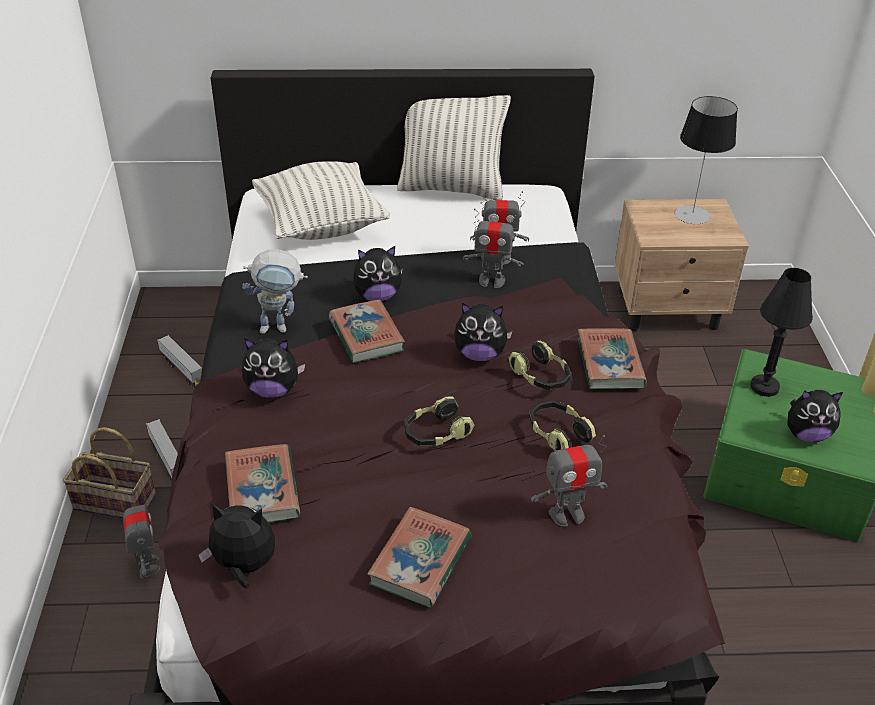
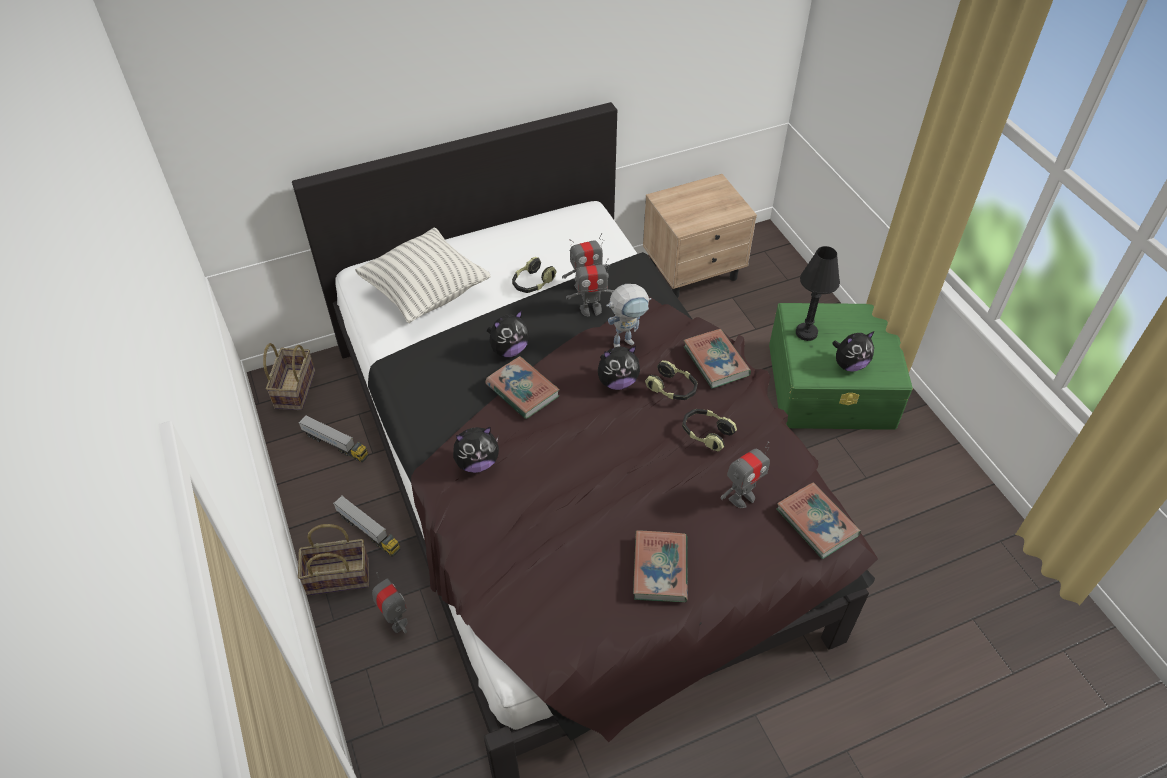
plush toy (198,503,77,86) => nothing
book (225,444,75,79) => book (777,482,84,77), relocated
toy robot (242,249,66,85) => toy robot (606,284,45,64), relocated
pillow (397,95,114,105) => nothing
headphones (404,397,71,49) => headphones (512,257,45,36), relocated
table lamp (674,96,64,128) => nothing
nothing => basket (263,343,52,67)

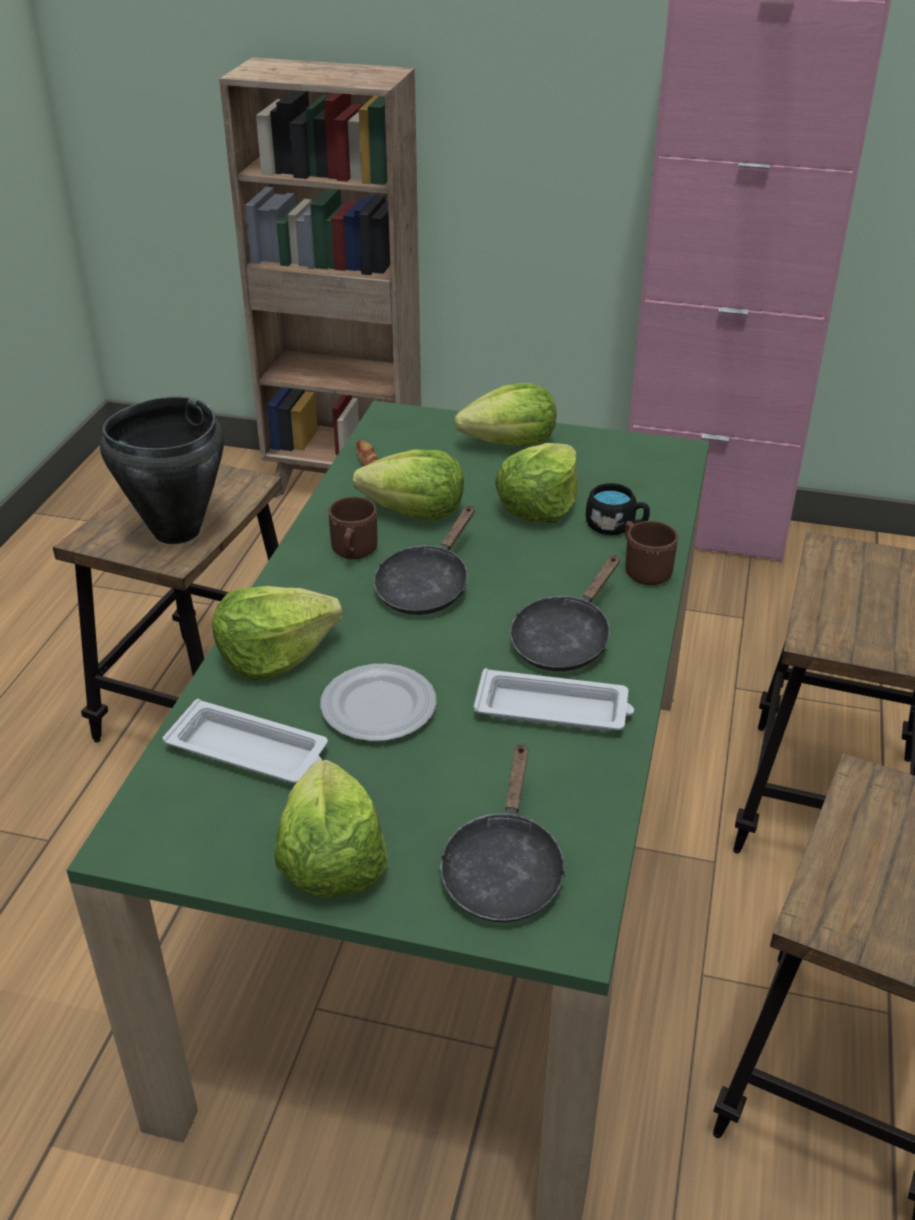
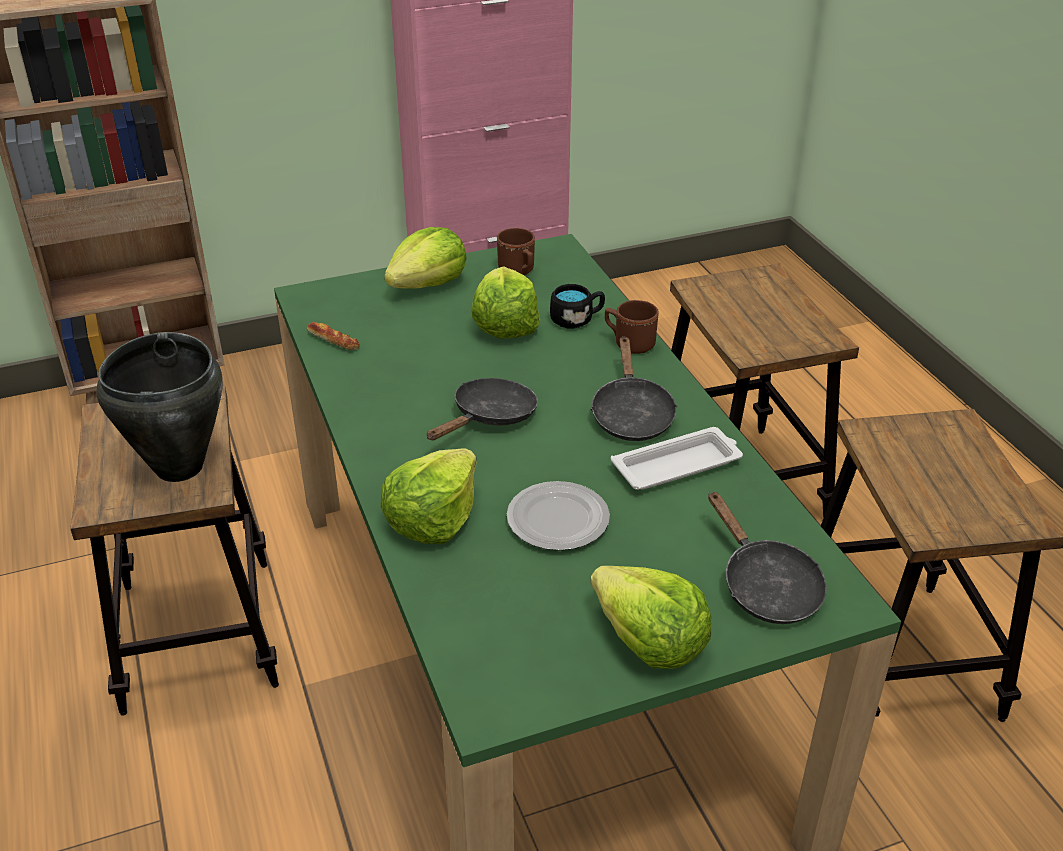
tray in white (163,699,165,84) => nothing
mug in brown (329,497,48,62) => mug in brown (497,228,38,47), relocated
lettuce (353,450,111,70) => nothing
frying pan in black (374,505,101,110) => frying pan in black (426,378,112,62), 135 degrees counterclockwise

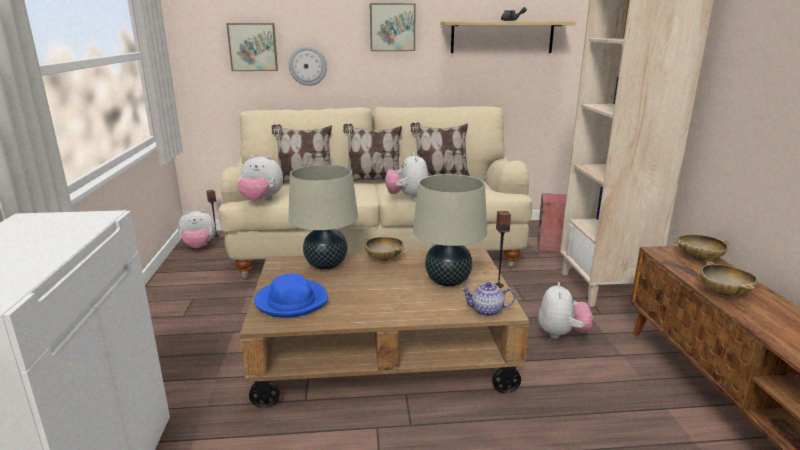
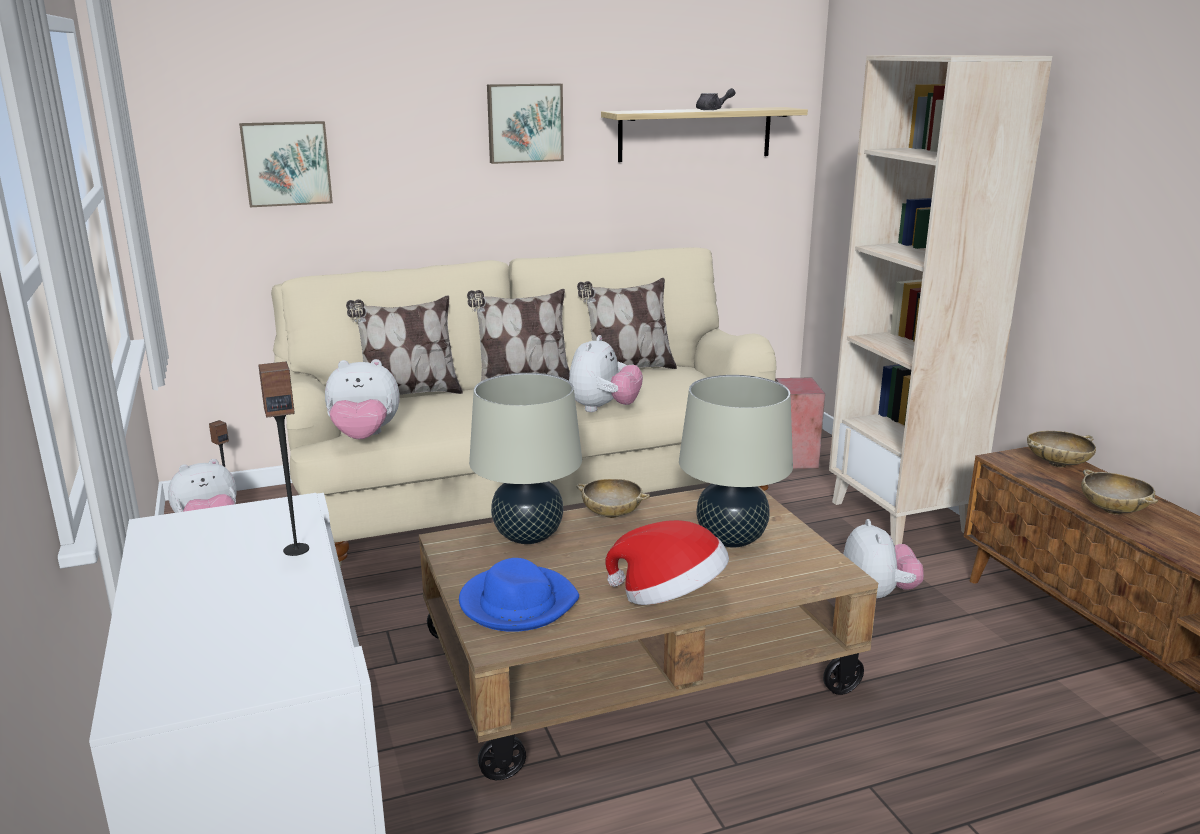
wall clock (289,46,38,40) => nothing
plush toy (385,153,43,47) => plush toy (569,335,74,77), 135 degrees counterclockwise
teapot (461,282,54,34) => nothing
speaker (495,211,16,77) => speaker (258,362,51,194), relocated
nothing => hat (605,520,124,85)

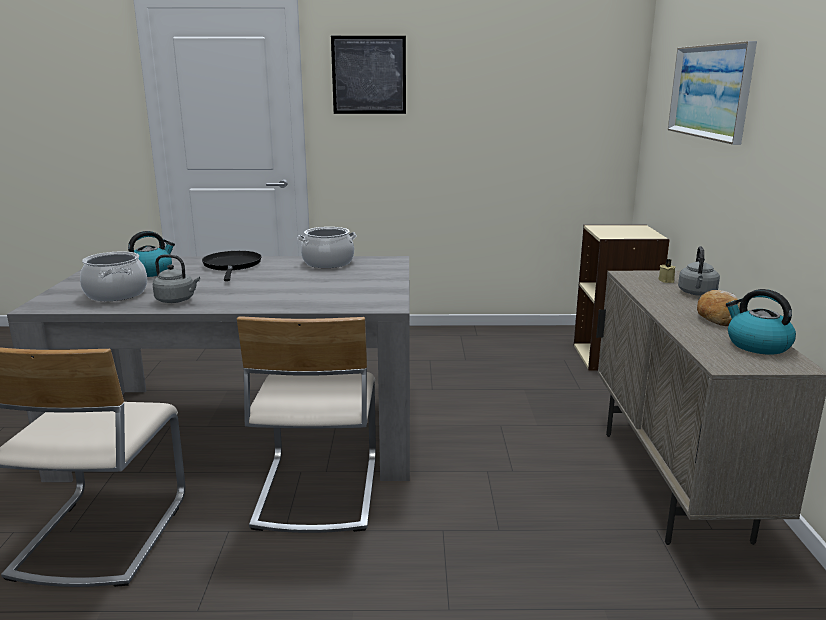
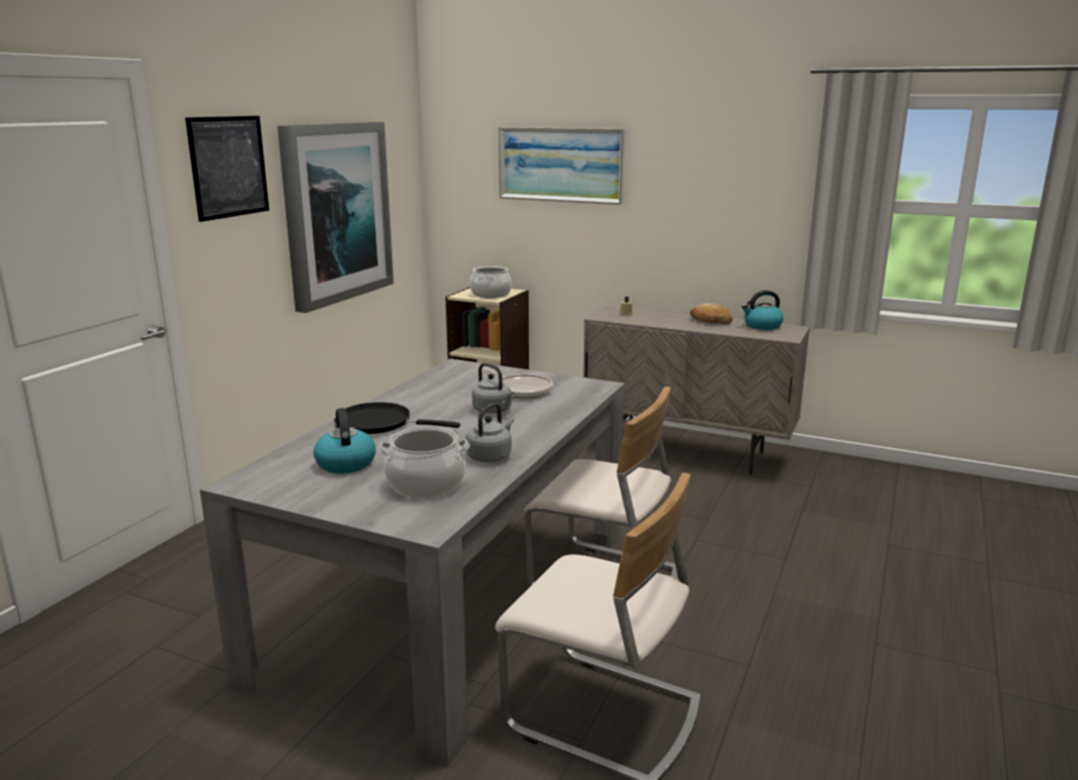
cooking pot (297,227,60,41) => cooking pot (470,266,42,32), relocated
kettle in grey (678,246,42,50) => kettle in grey (472,363,42,51), relocated
nothing => picture (277,122,117,191)
nothing => frying pan (484,368,69,31)

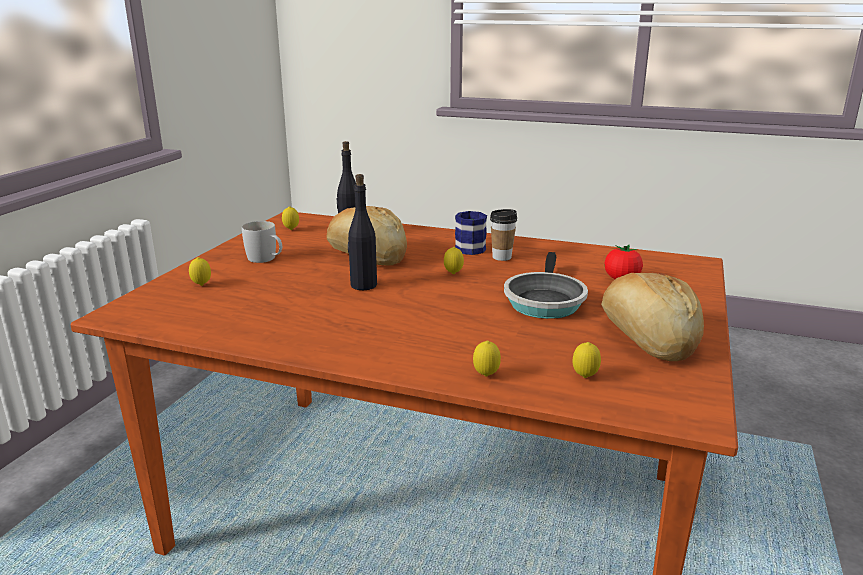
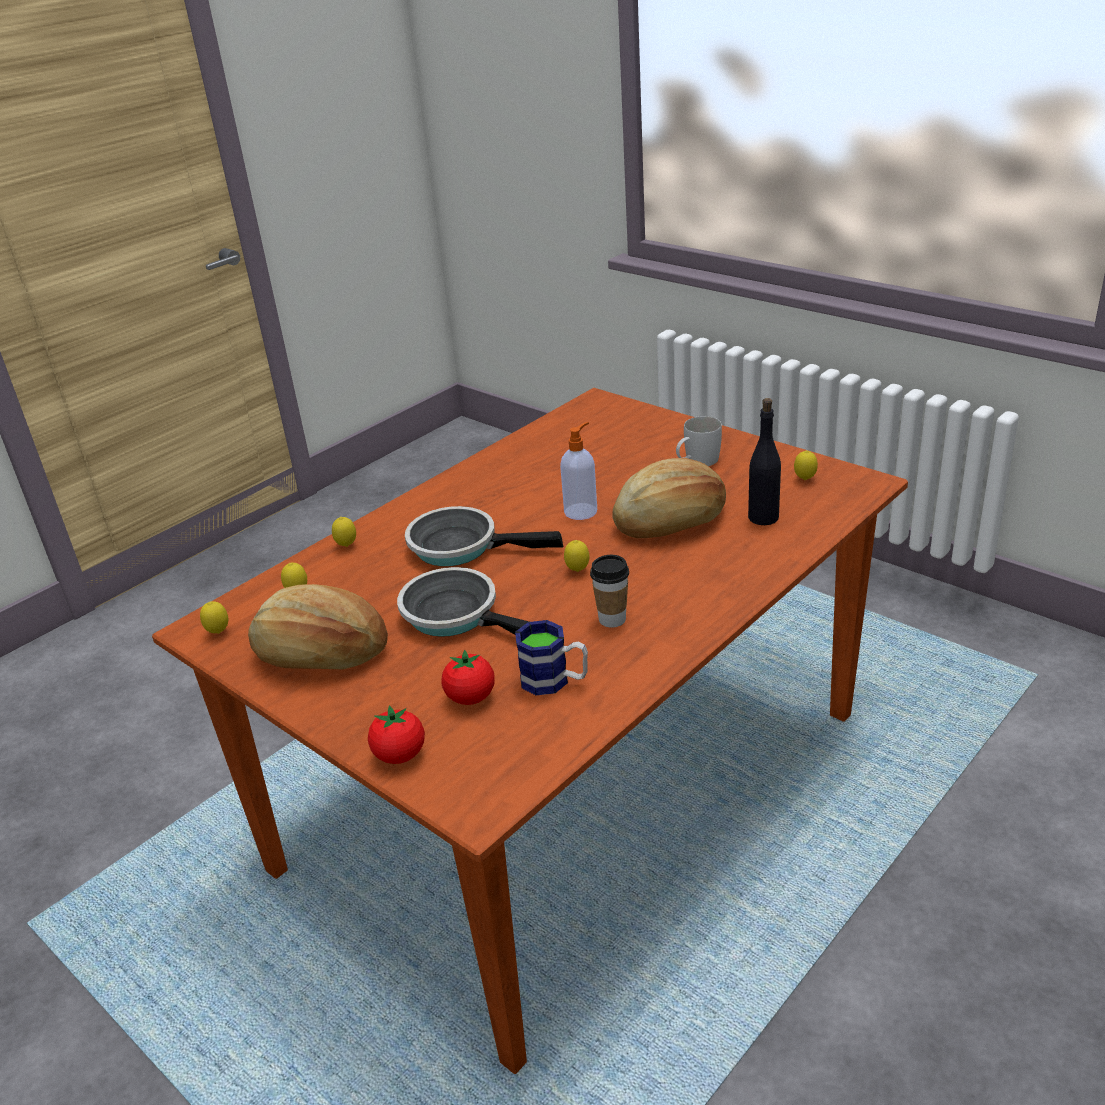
lemon (189,257,22,29) => lemon (200,601,28,33), relocated
bottle in black (348,174,29,116) => soap dispenser (560,422,37,98)
mug (455,211,32,44) => mug (515,620,73,75), relocated
nothing => tomato (368,705,57,59)
nothing => frying pan (405,506,158,60)

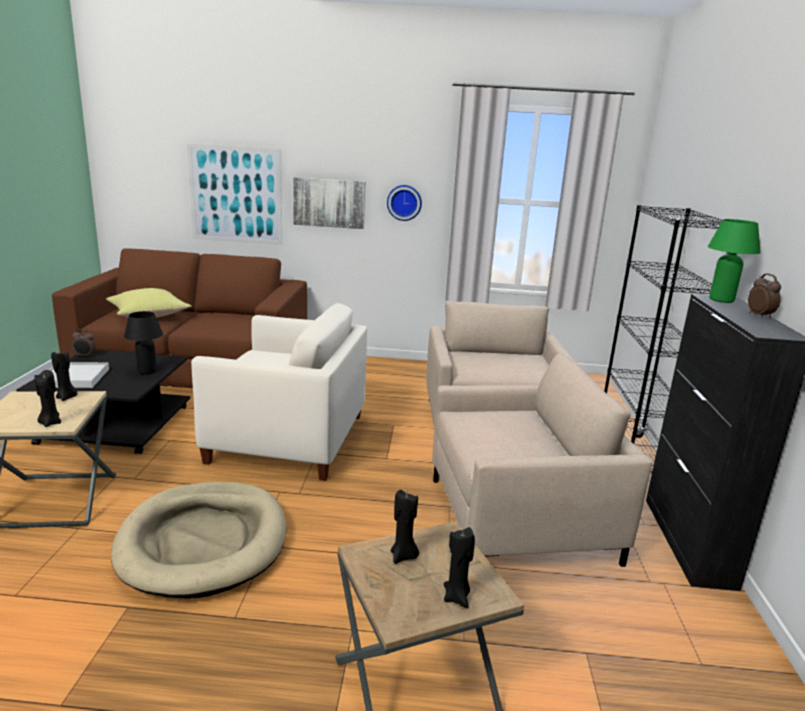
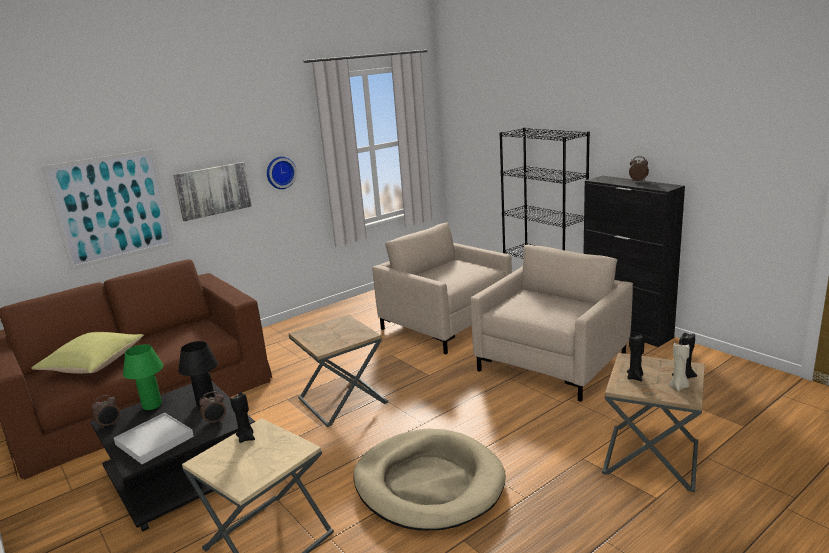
candle in black (34,370,27,57) => nothing
armchair in white (191,303,176,178) => side table in brown (289,314,99,113)
table lamp in green (708,219,53,84) => table lamp in green (123,344,40,66), relocated
nothing => alarm clock (199,391,27,34)
nothing => candle in beige (669,343,21,48)

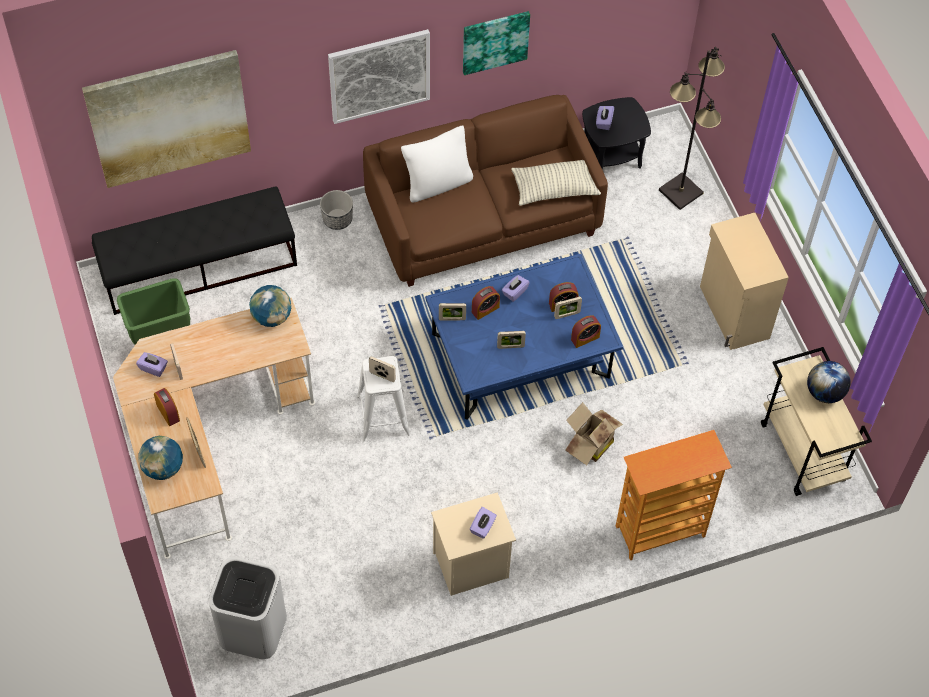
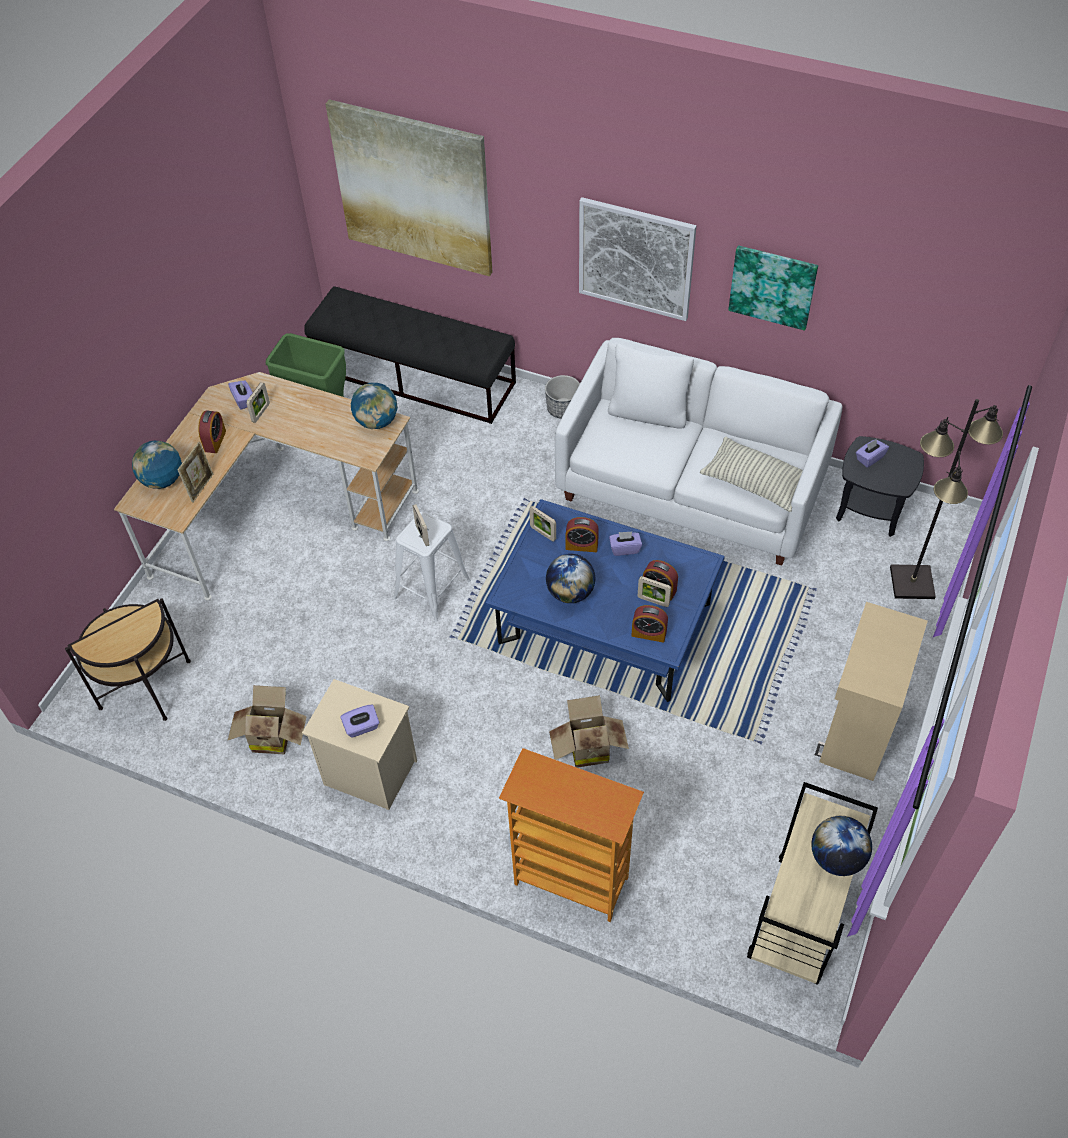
trash can in white (209,557,78,102) => side table (65,598,126,123)
sofa in brown (363,95,245,192) => sofa in white (555,338,288,227)
picture frame (497,331,29,18) => globe (546,554,49,49)
nothing => cardboard box (228,685,79,69)

